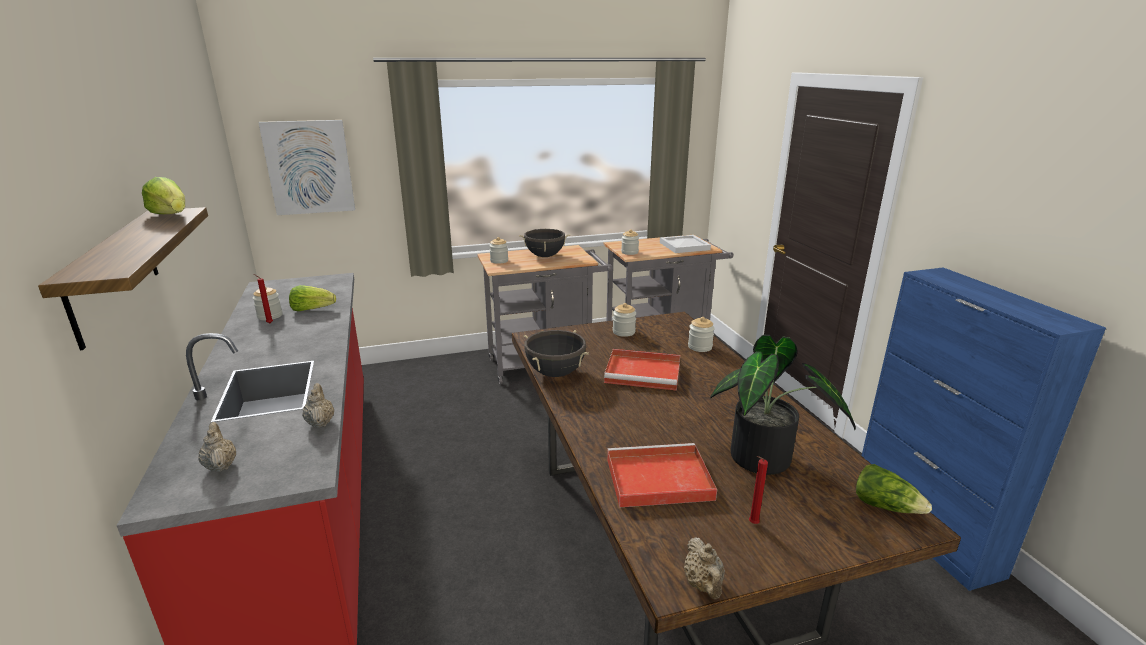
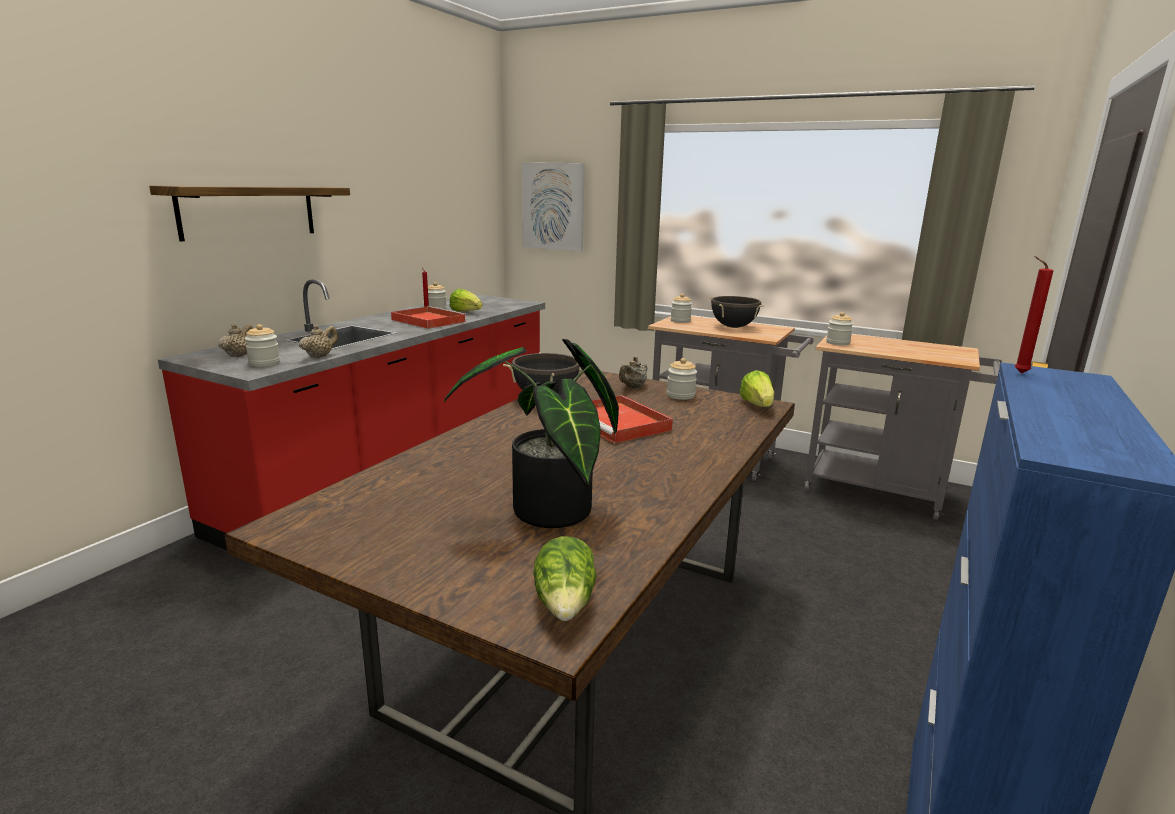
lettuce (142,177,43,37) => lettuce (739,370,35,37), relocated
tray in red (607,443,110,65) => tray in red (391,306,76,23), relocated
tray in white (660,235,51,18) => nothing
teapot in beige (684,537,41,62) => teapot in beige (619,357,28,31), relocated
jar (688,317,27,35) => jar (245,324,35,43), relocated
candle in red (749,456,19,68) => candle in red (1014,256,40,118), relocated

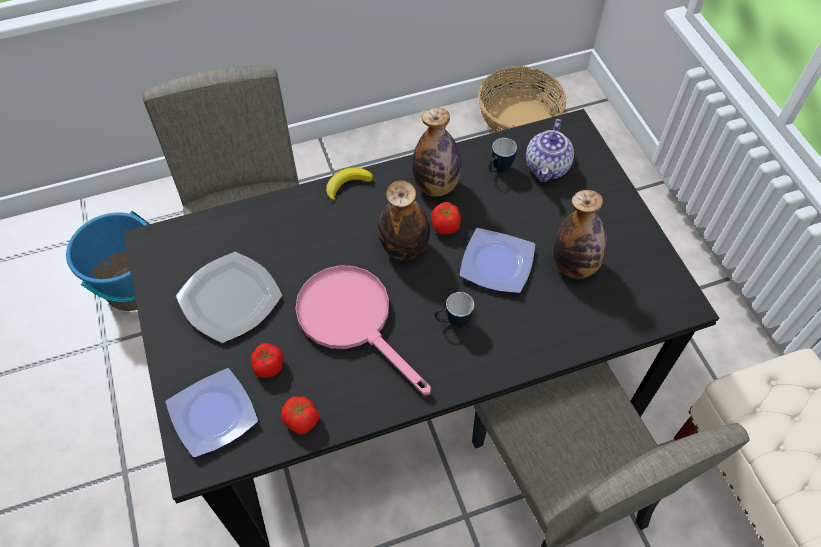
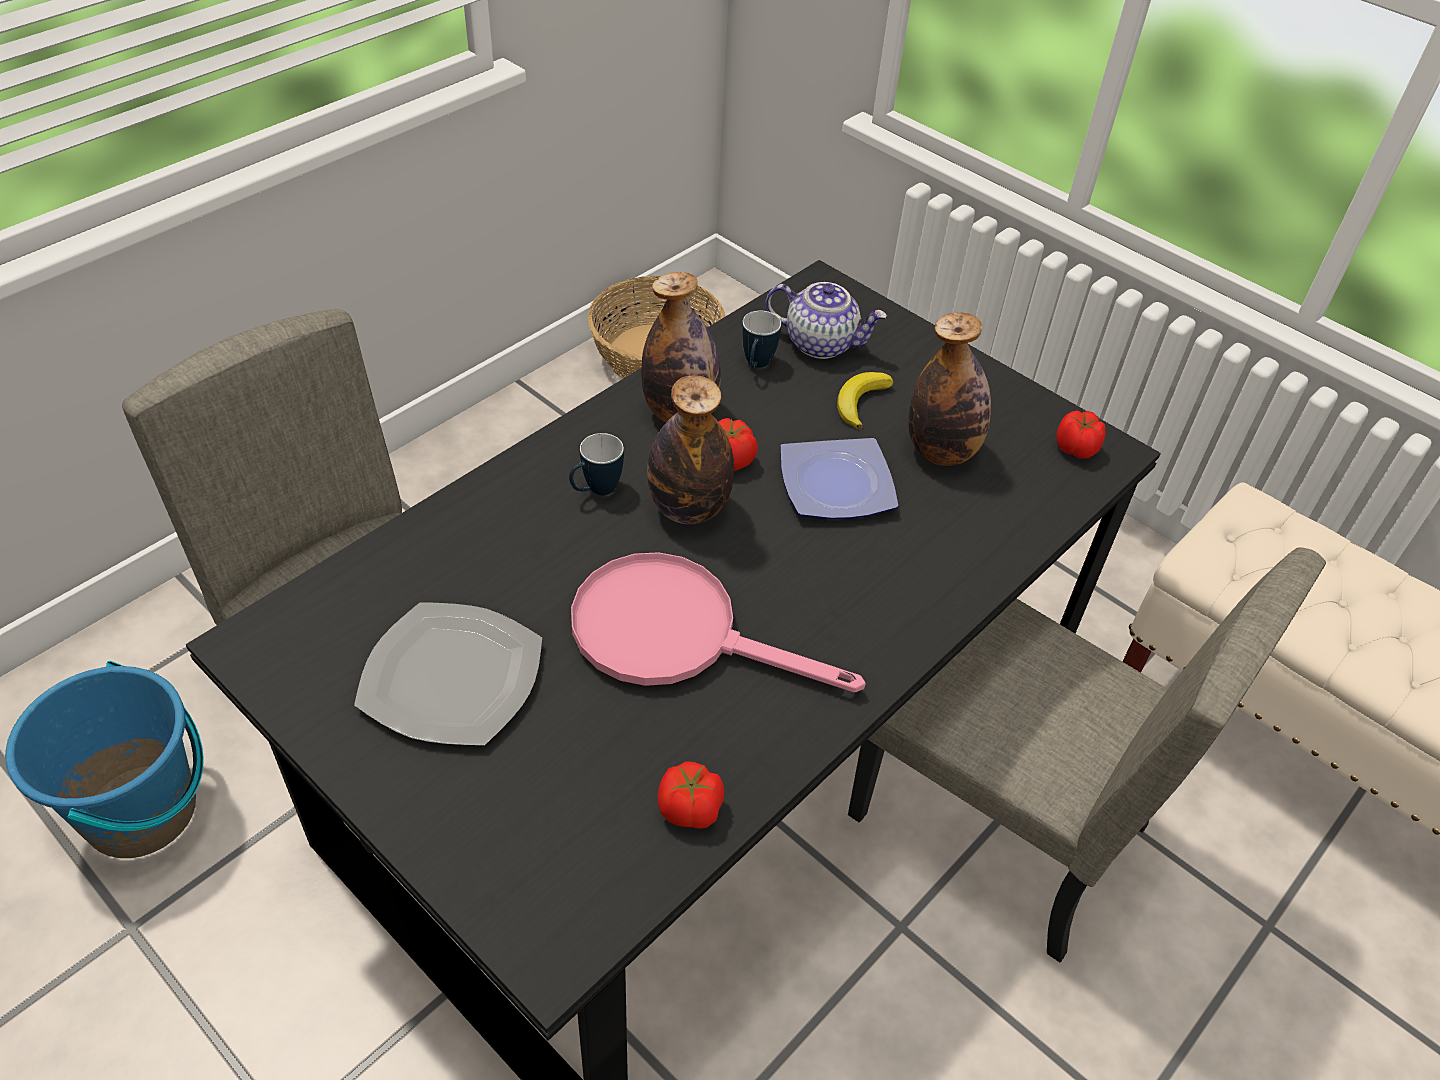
plate (166,368,92,90) => nothing
tomato (251,343,33,35) => tomato (1057,411,49,48), relocated
banana (326,167,47,35) => banana (837,372,57,57), relocated
mug (435,292,39,36) => mug (569,433,55,62), relocated
teapot (526,119,48,63) => teapot (766,282,121,77), 60 degrees counterclockwise

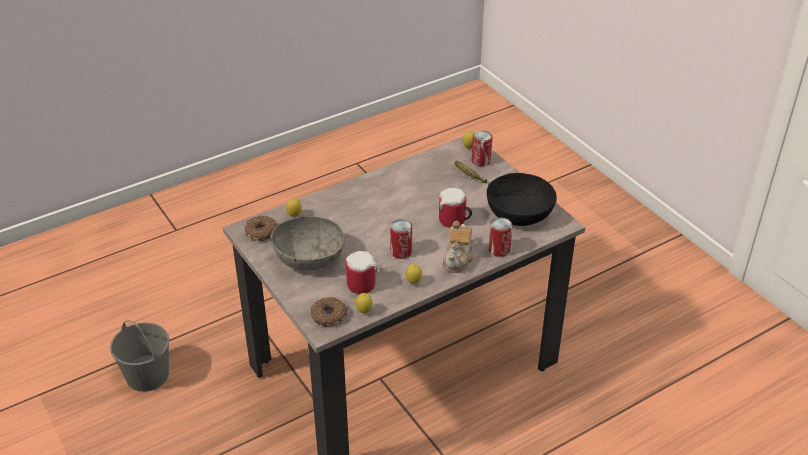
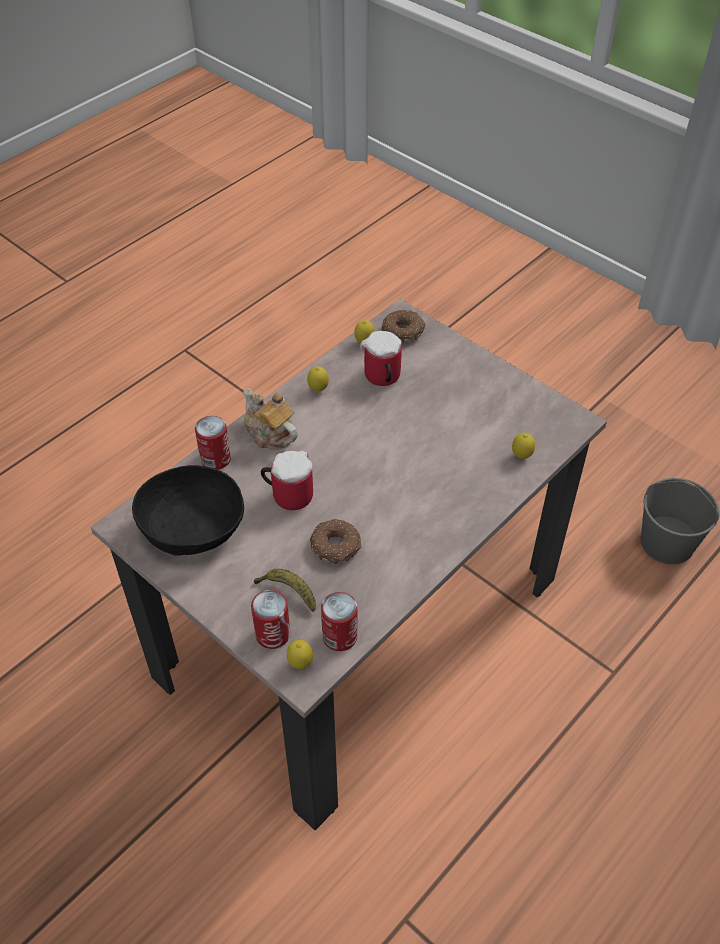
donut (245,216,32,25) => donut (310,519,51,45), relocated
bowl in grey (271,216,74,54) => nothing
can (390,220,22,39) => can (321,592,36,59), relocated
teapot (443,221,30,52) => teapot (243,389,55,61), 45 degrees counterclockwise

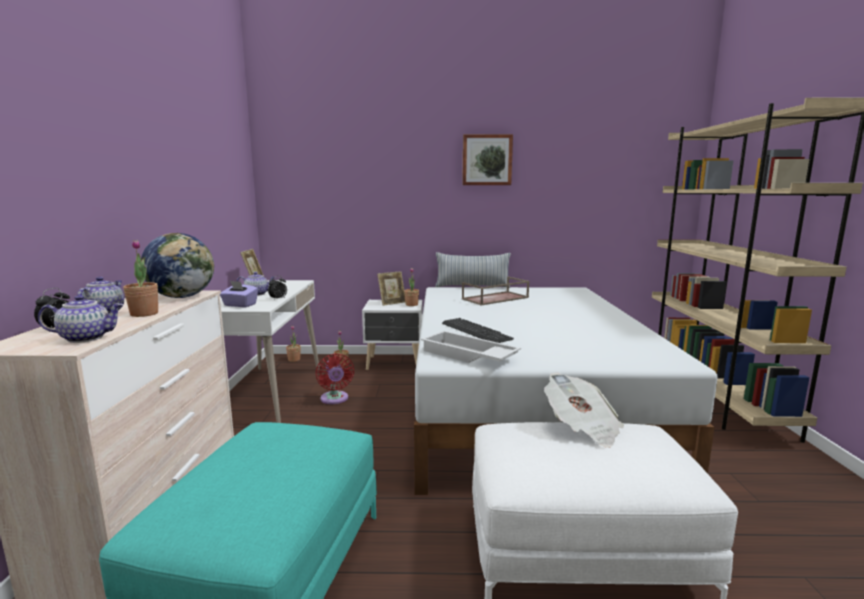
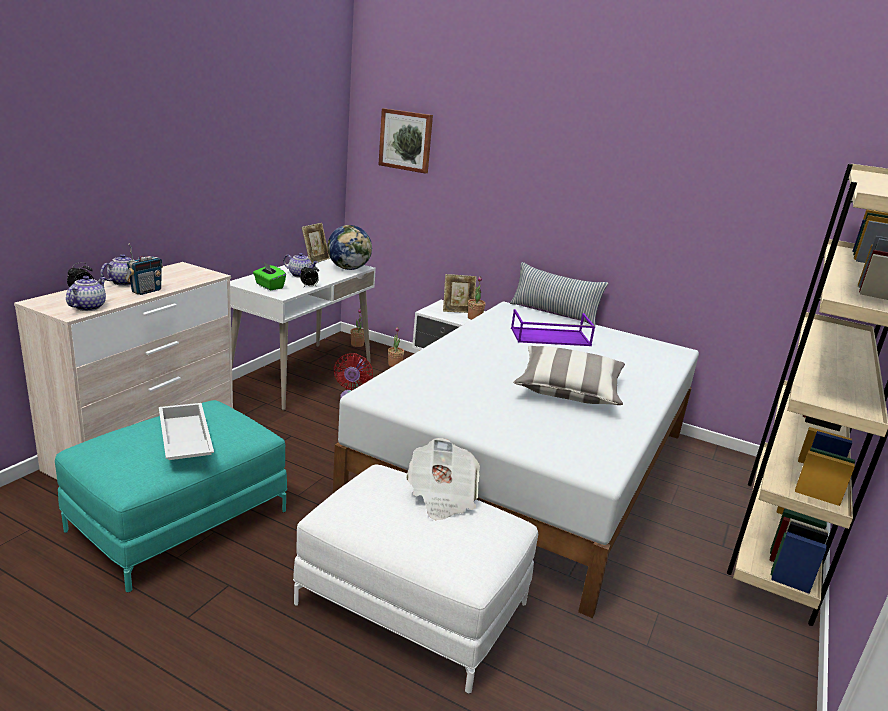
teapot (38,295,85,48) => teapot (66,276,40,35), 90 degrees counterclockwise
potted plant (123,240,35,77) => radio (125,243,38,52)
globe (141,233,73,65) => globe (327,225,45,45), relocated
tissue box in purple (220,281,38,26) => tissue box in green (253,262,33,28)
tray in white (421,331,100,32) => tray in white (159,403,55,57), relocated
keyboard (442,318,72,25) => nothing
picture (462,134,51,51) => picture (378,108,55,66), relocated
tray in brown (462,277,68,29) => tray in purple (511,309,84,37)
nothing => pillow (513,346,112,59)

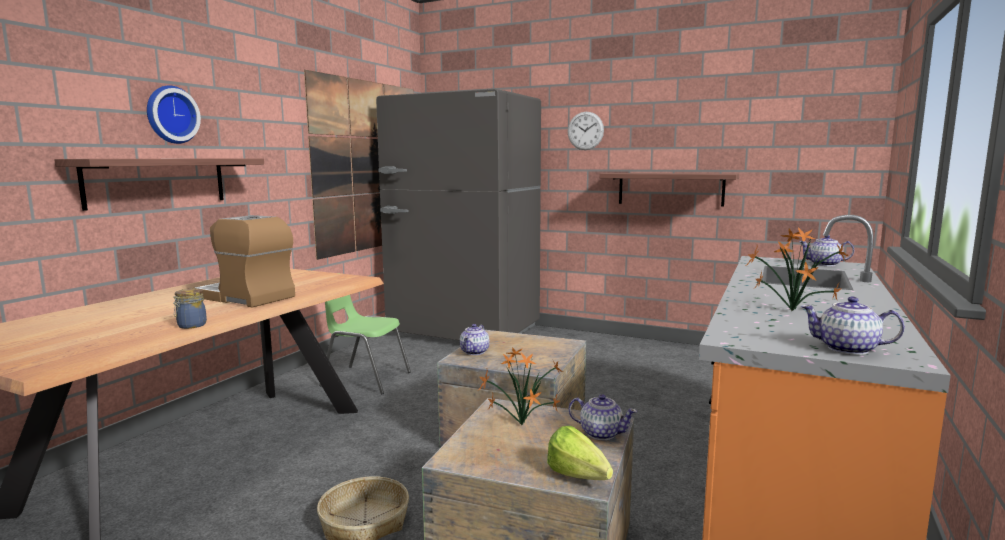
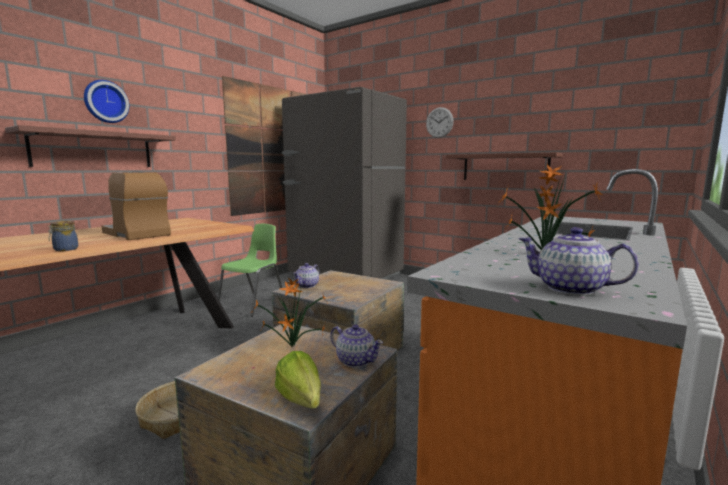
chair in green (319,273,92,122) => chair in green (218,224,64,93), 90 degrees clockwise
teapot (799,235,55,31) => nothing

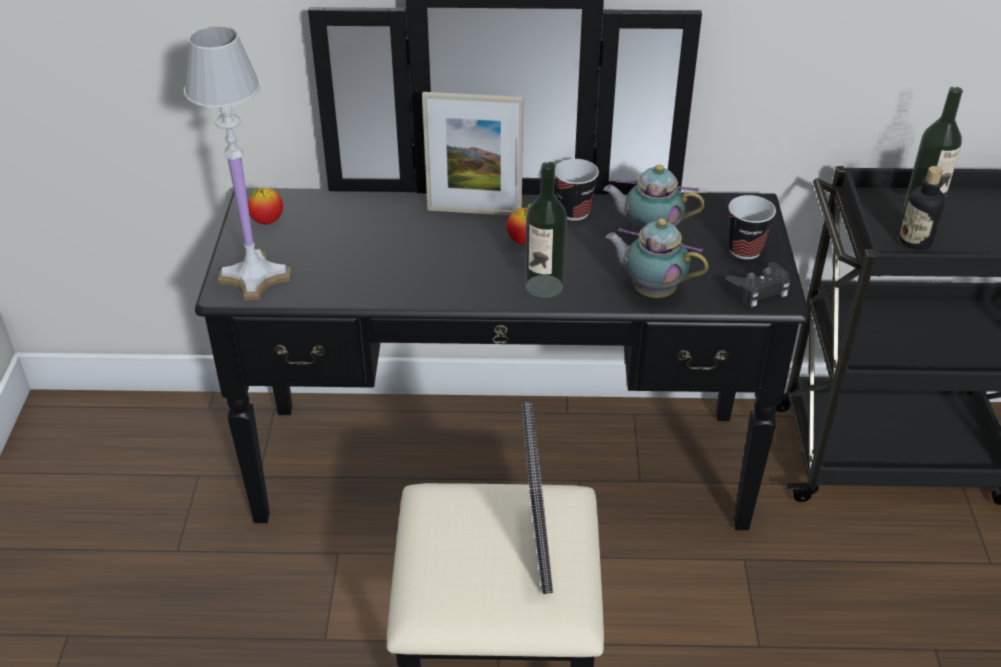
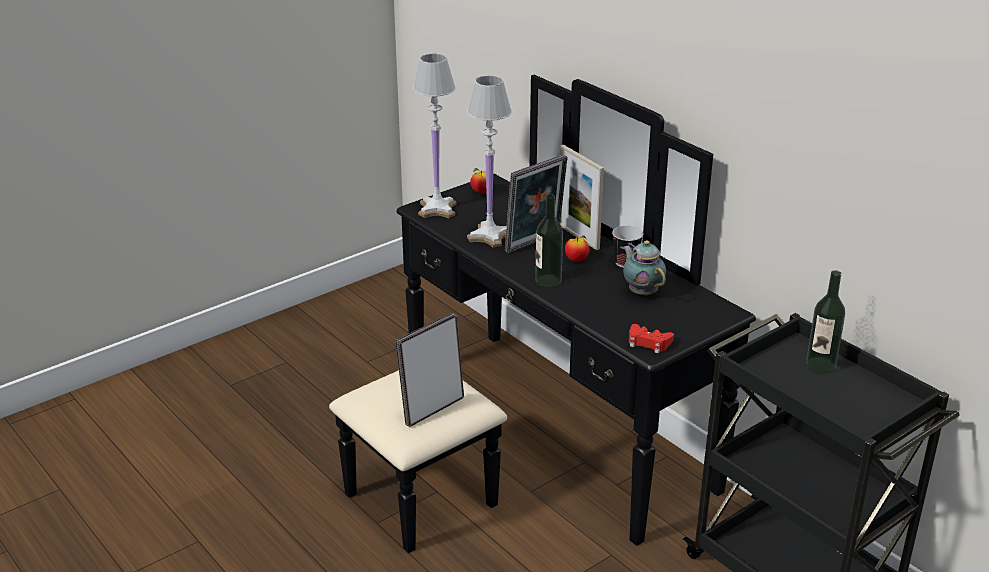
teapot (605,219,104,79) => nothing
game controller in black (724,262,66,45) => game controller in red (629,324,45,30)
cup (729,195,47,65) => nothing
bottle (899,166,46,84) => nothing
nothing => table lamp in white (467,75,45,172)
nothing => picture frame (505,154,62,100)

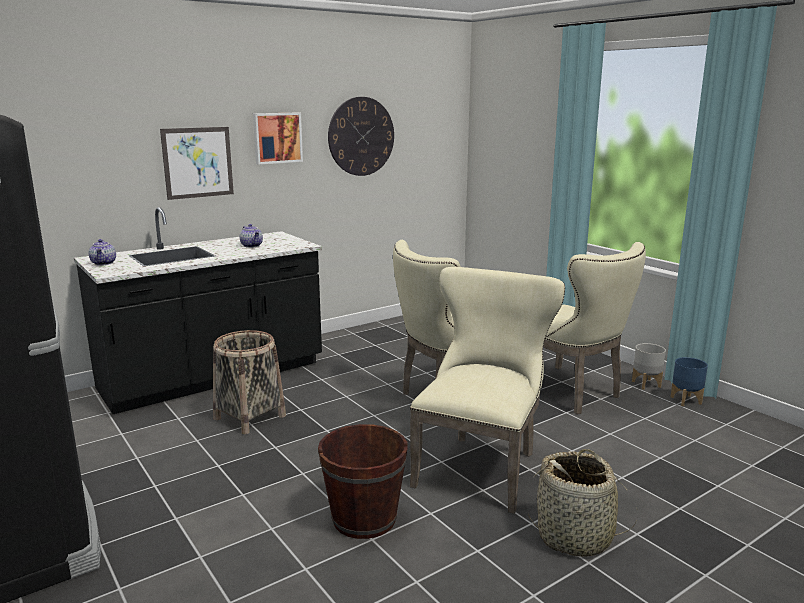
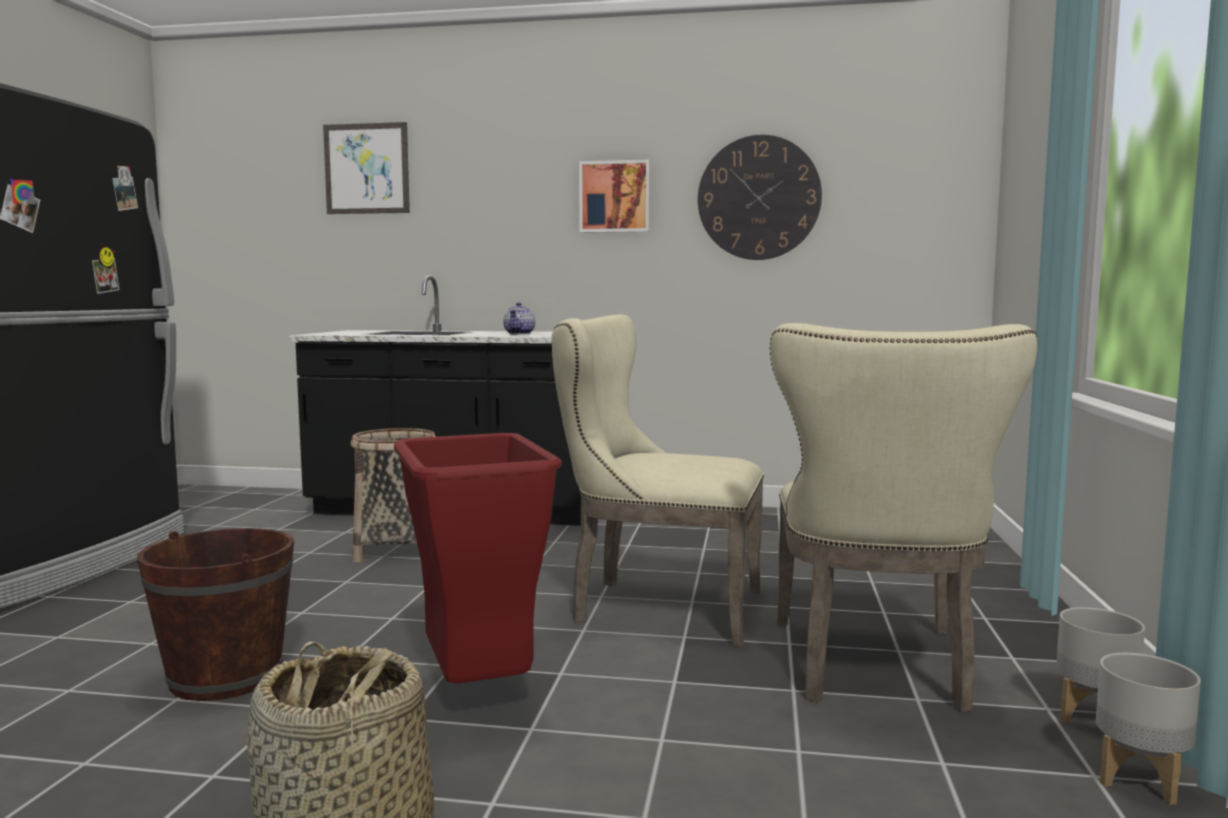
teapot (89,239,27,27) => nothing
picture (160,127,74,73) => picture (323,122,87,92), relocated
chair in beige (410,267,155,247) => trash can in red (394,433,168,251)
planter in blue (671,357,37,49) => planter in grey (1096,653,105,152)

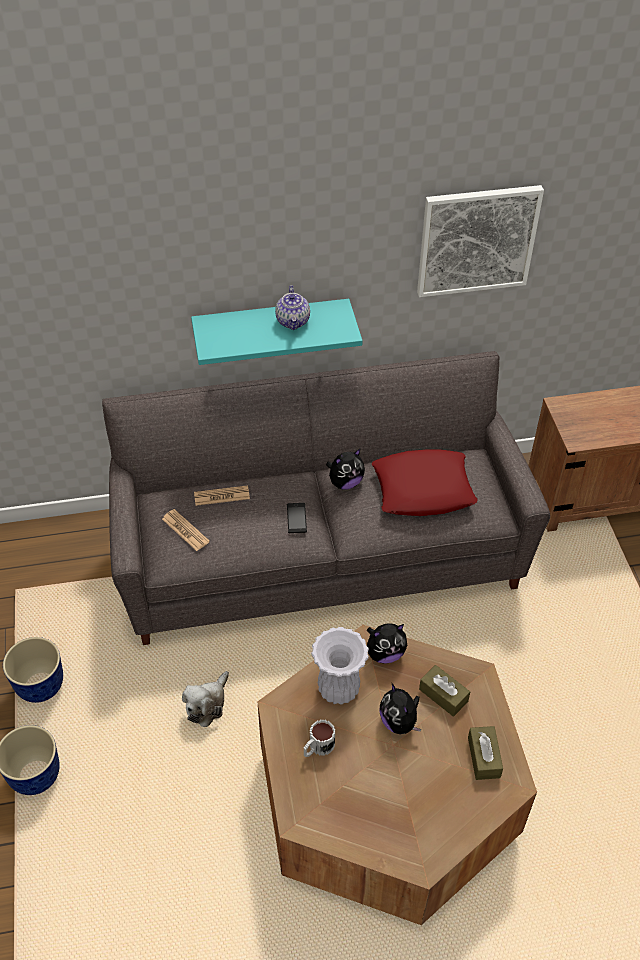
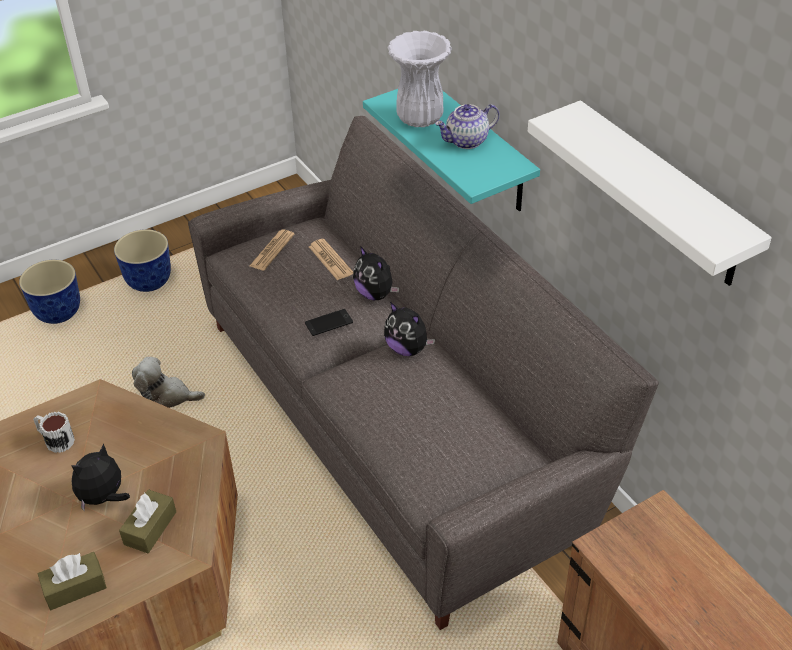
vase in white (311,627,58,78) => vase in white (388,31,64,96), relocated
plush toy (367,623,40,41) => plush toy (353,246,46,54), relocated
pillow in red (372,449,106,67) => nothing
picture (417,185,127,112) => shelf in white (528,100,244,186)

